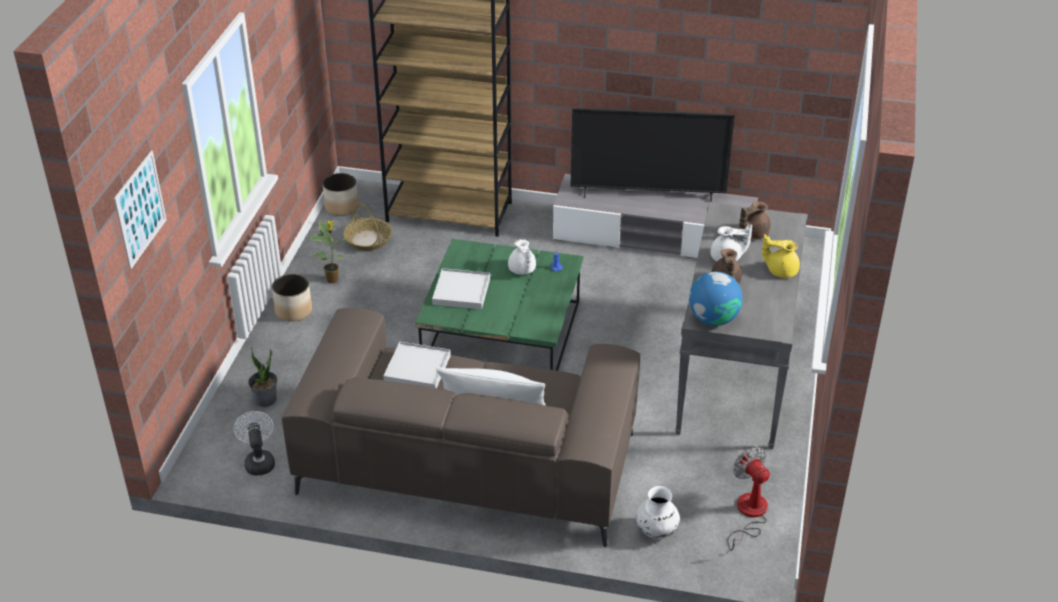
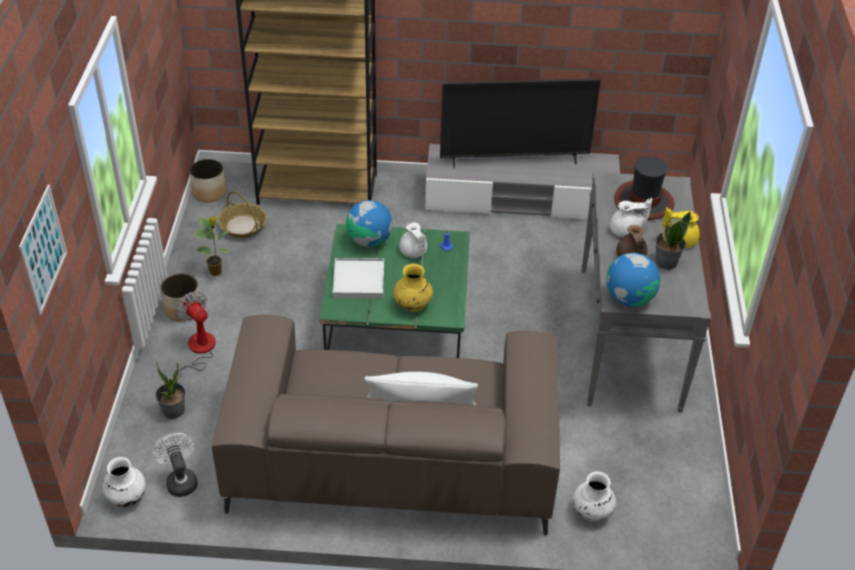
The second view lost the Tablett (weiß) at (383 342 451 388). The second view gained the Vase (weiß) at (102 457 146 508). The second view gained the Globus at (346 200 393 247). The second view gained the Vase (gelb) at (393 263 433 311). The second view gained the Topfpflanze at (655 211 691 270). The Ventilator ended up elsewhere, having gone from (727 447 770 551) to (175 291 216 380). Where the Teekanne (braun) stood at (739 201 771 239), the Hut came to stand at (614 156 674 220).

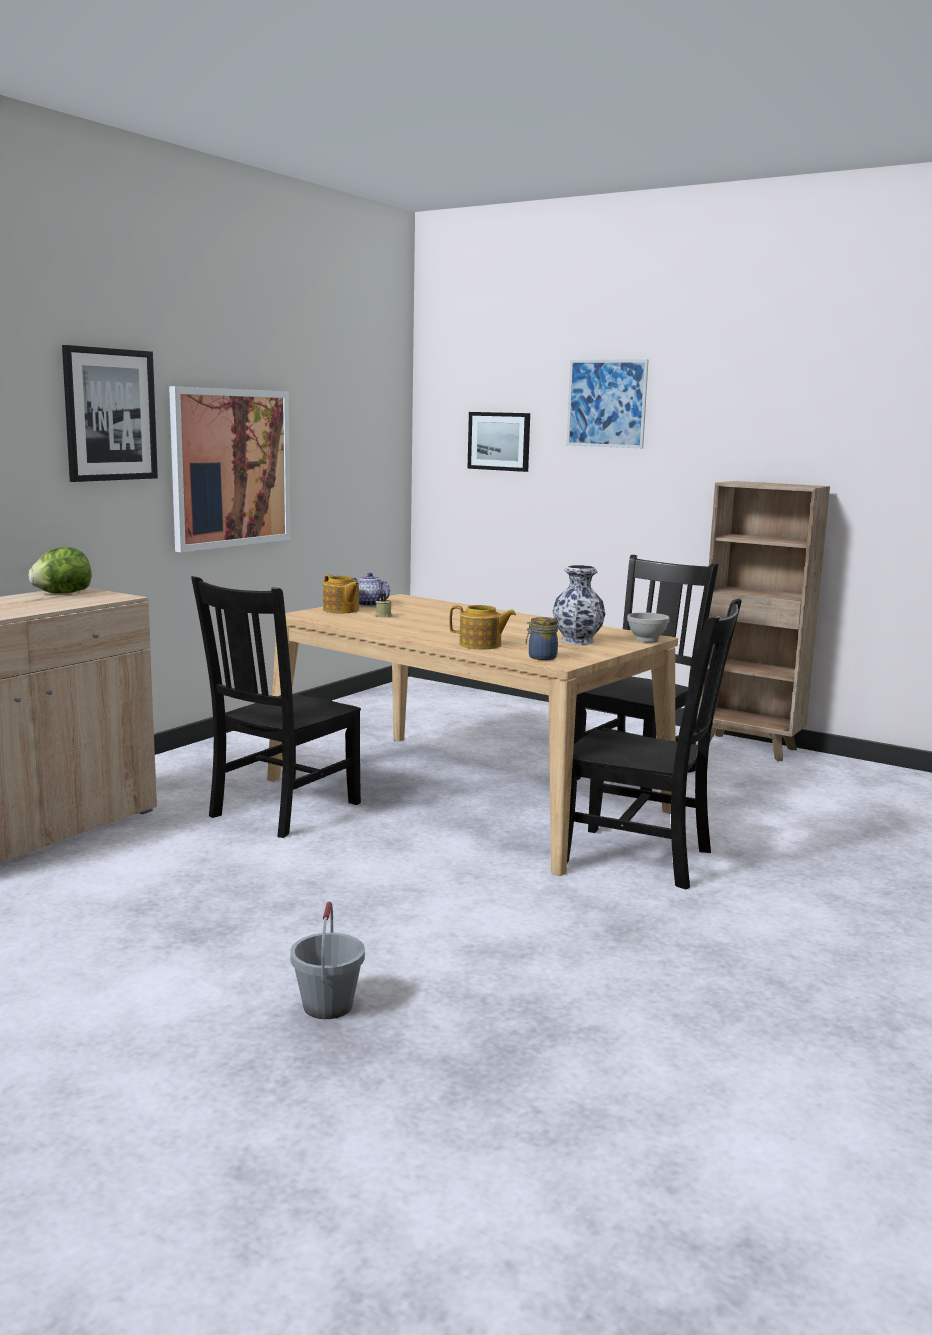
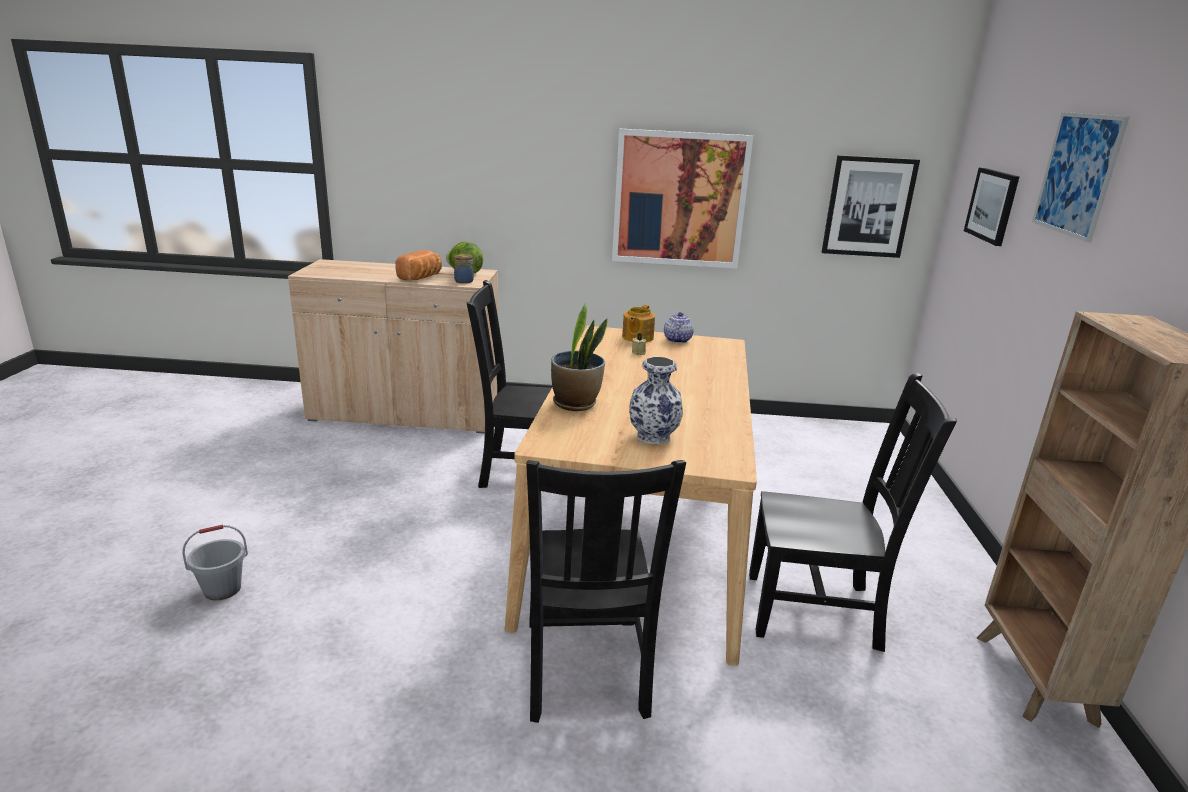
The second view lost the Schüssel (weiß) at (627 612 669 643). The second view gained the Brot at (395 250 442 280). The Bild ended up elsewhere, having gone from (62 345 158 482) to (822 155 920 258). The Vorratsglas ended up elsewhere, having gone from (526 617 558 660) to (454 254 474 284). Where the Teekanne stood at (449 605 516 649), the Topfpflanze came to stand at (551 303 608 411).

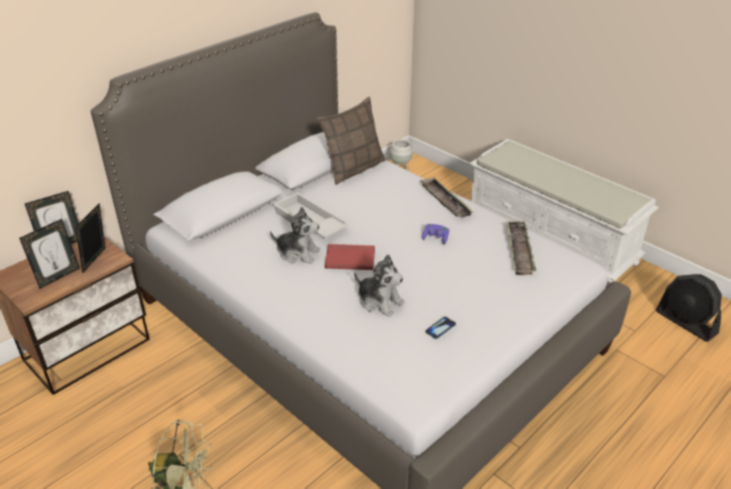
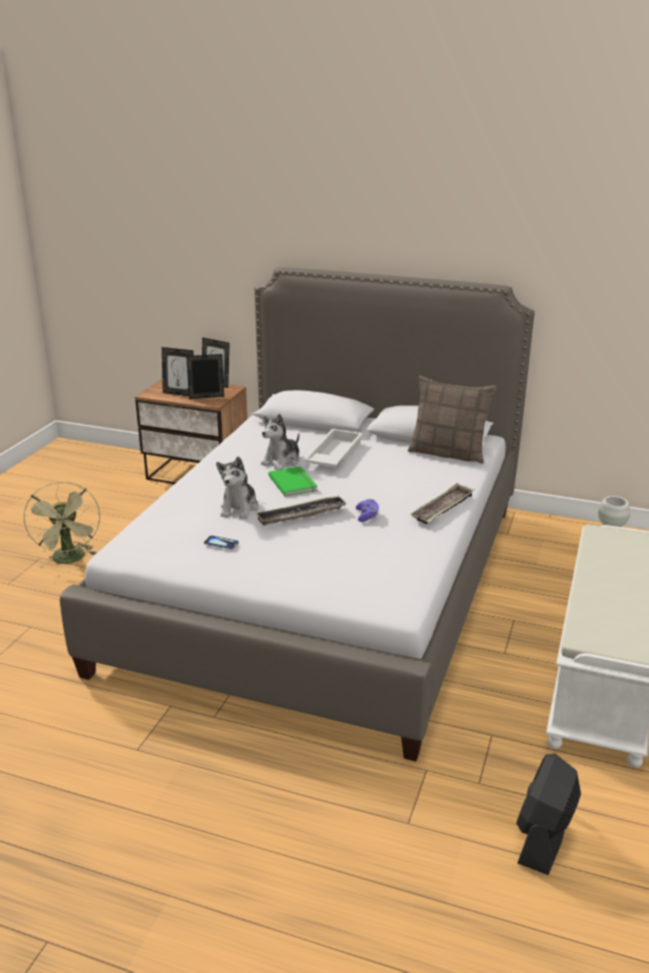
The Tablett ended up elsewhere, having gone from (506 221 536 275) to (256 495 347 526). What was the Buch (rot) at (325 244 375 270) turned into the Buch (grün) at (268 466 318 497). The Plüschtier at (270 207 320 264) ended up facing another way, 45 degrees clockwise from before.

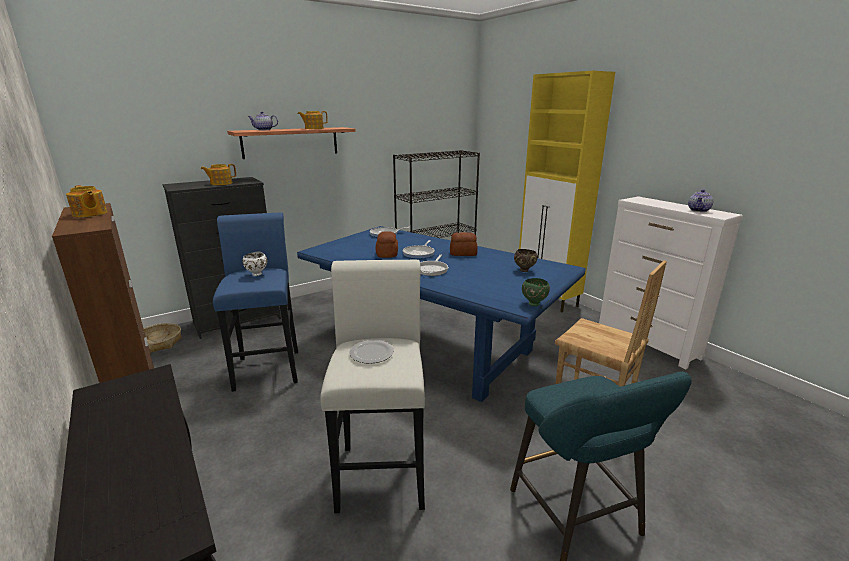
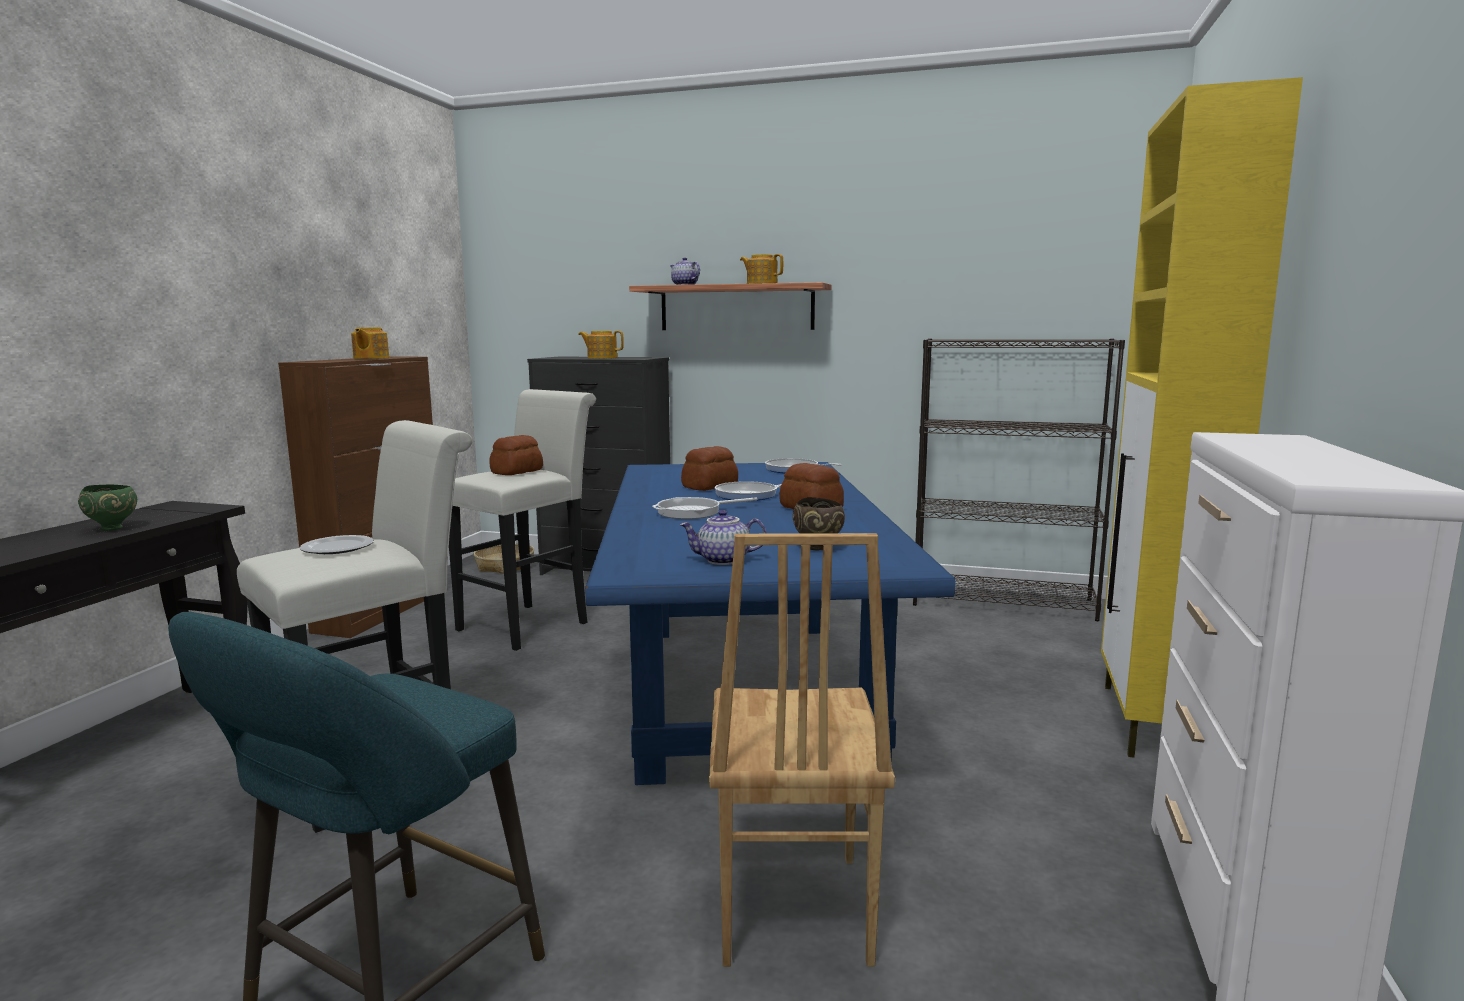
The Schüssel (grün) ended up elsewhere, having gone from (522 278 550 306) to (78 484 137 531). The Teekanne ended up elsewhere, having gone from (688 189 713 212) to (679 510 767 565). Where the Schüssel (weiß) stood at (242 252 267 276), the Brot came to stand at (489 435 543 475). What was the Hocker (blau) at (213 213 298 392) turned into the Hocker (weiß) at (449 389 596 651).

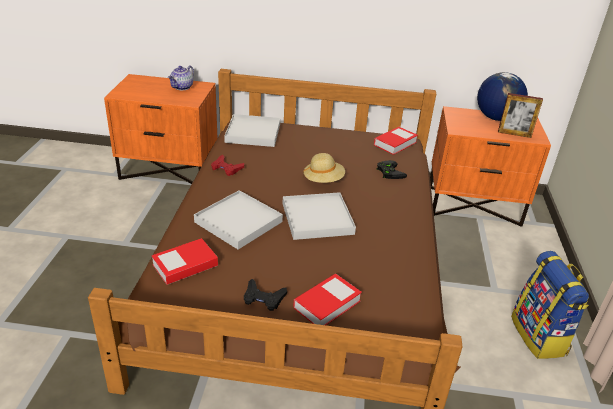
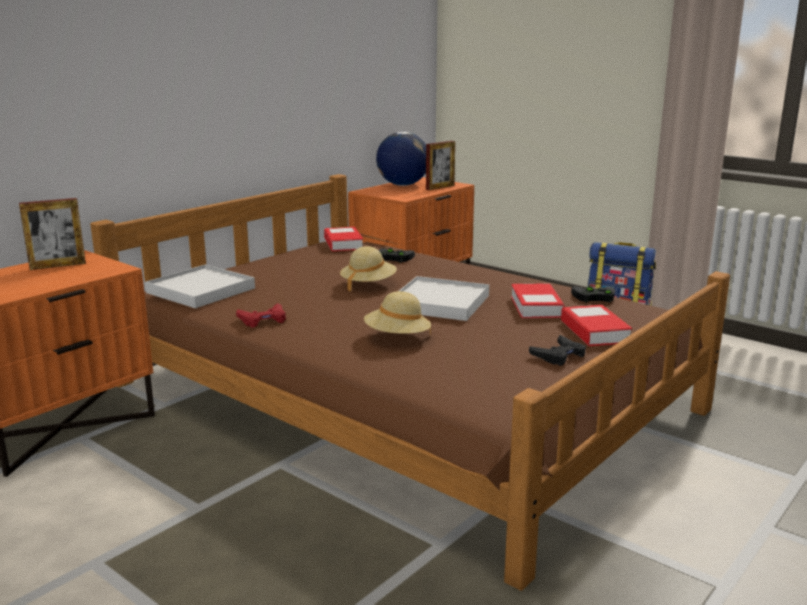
The second view gained the Gamepad (schwarz) at (571 286 615 303). The Buch ended up elsewhere, having gone from (152 238 218 285) to (511 283 564 318). Where the Teekanne stood at (168 65 194 90), the Bilderrahmen came to stand at (19 198 86 270). Where the Tablett (weiß) stood at (194 190 283 250), the Hut (beige) came to stand at (364 291 431 335).

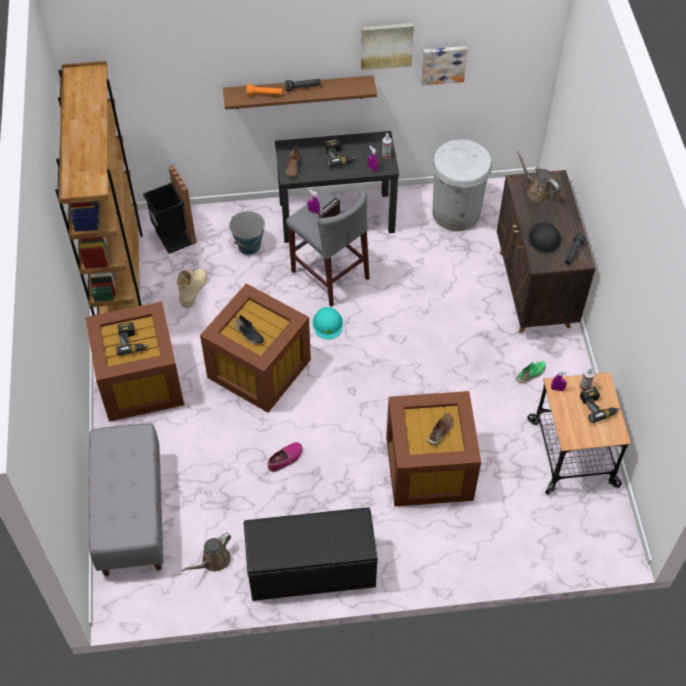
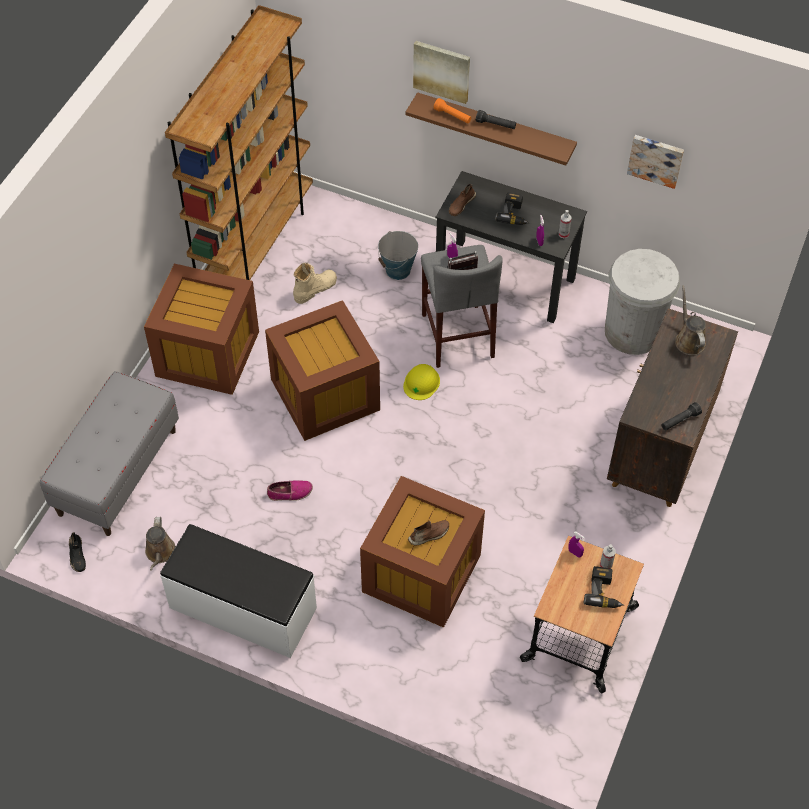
The second view lost the Bohrmaschine at (116 322 149 355). The second view lost the Mülleimer (schwarz) at (143 165 197 254). The second view lost the Schuh (grün) at (516 361 546 383). The second view lost the Schutzhelm (schwarz) at (528 222 561 254). The Schuh (schwarz) ended up elsewhere, having gone from (235 315 264 344) to (69 532 86 572). The Bild ended up elsewhere, having gone from (361 23 414 70) to (413 41 470 104). What was the Bank (schwarz) at (244 507 378 601) turned into the Bank (weiß) at (160 524 317 658). What was the Schutzhelm (türkis) at (312 307 343 339) turned into the Schutzhelm (gelb) at (403 364 440 400). The Gießkanne (braun) at (181 533 231 572) ended up facing another way, 75 degrees counterclockwise from before.

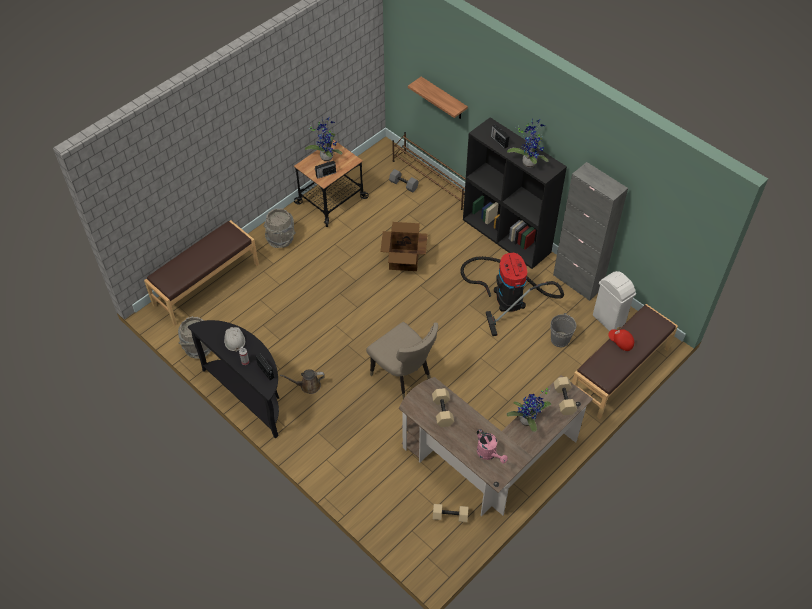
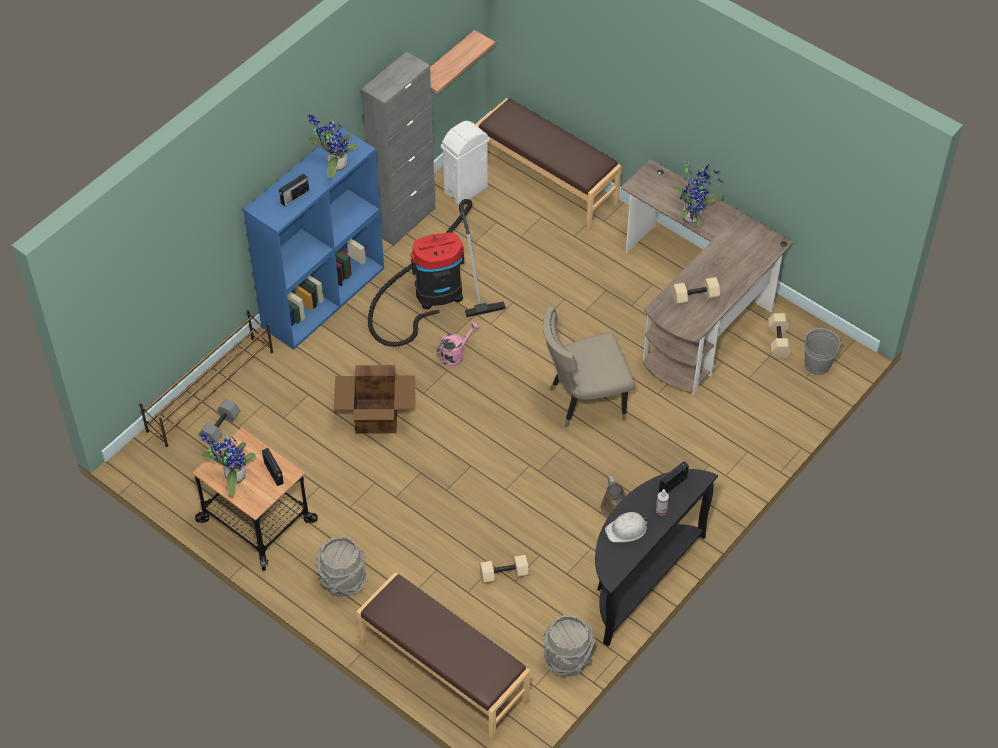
The second view lost the Kappe (rot) at (608 329 634 351). The Wandregal ended up elsewhere, having gone from (408 77 468 119) to (430 30 495 94). The Gießkanne (rosa) ended up elsewhere, having gone from (477 429 508 463) to (437 321 479 367). The Eimer (grau) ended up elsewhere, having gone from (550 313 576 347) to (802 328 843 375). The Hantel (beige) ended up elsewhere, having gone from (553 377 577 415) to (479 555 529 584). What was the Bücherregal (schwarz) at (463 117 567 269) turned into the Bücherregal (blau) at (243 127 384 350). The Stuhl (beige) at (366 322 438 399) ended up facing another way, 150 degrees counterclockwise from before.

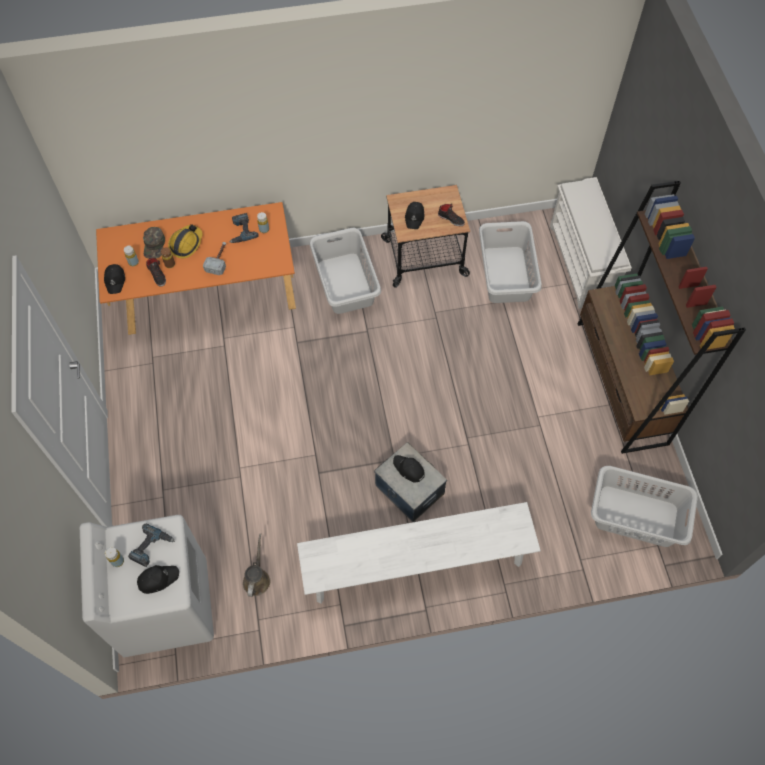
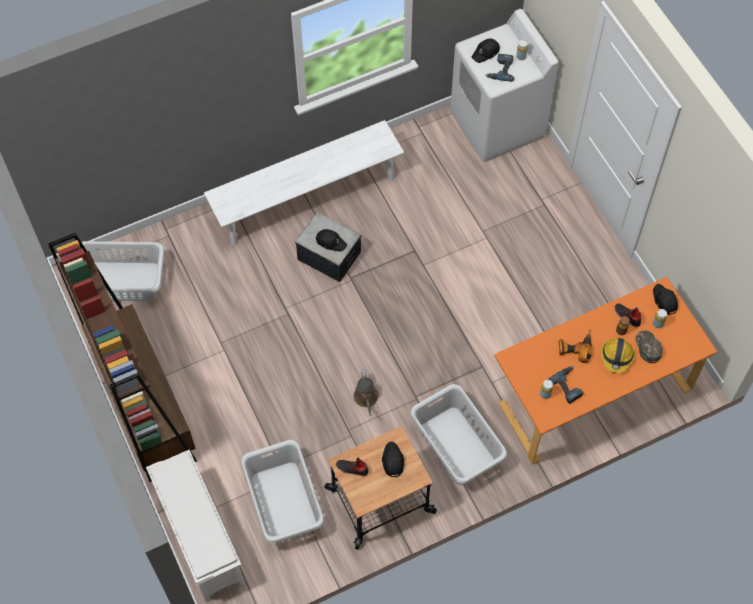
The Gießkanne (braun) ended up elsewhere, having gone from (243 533 270 597) to (353 369 379 416). Where the Hammer stood at (203 242 226 275), the Bohrmaschine came to stand at (559 330 592 363).

